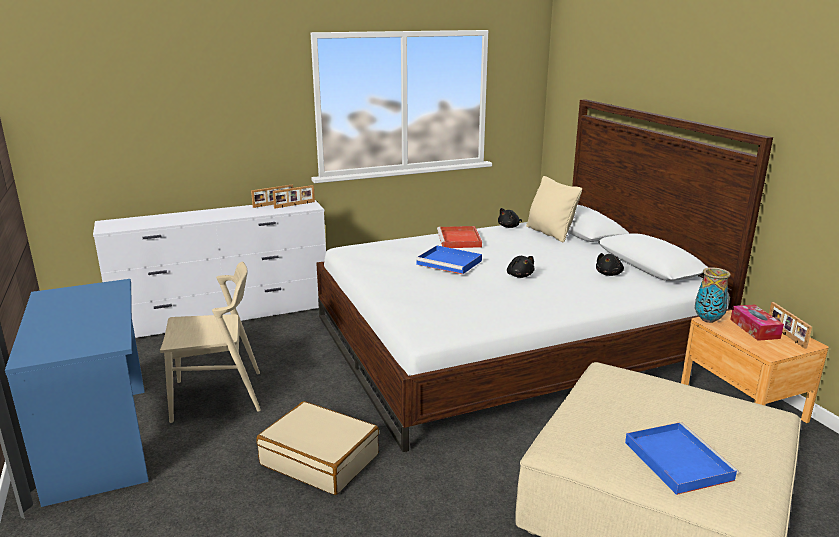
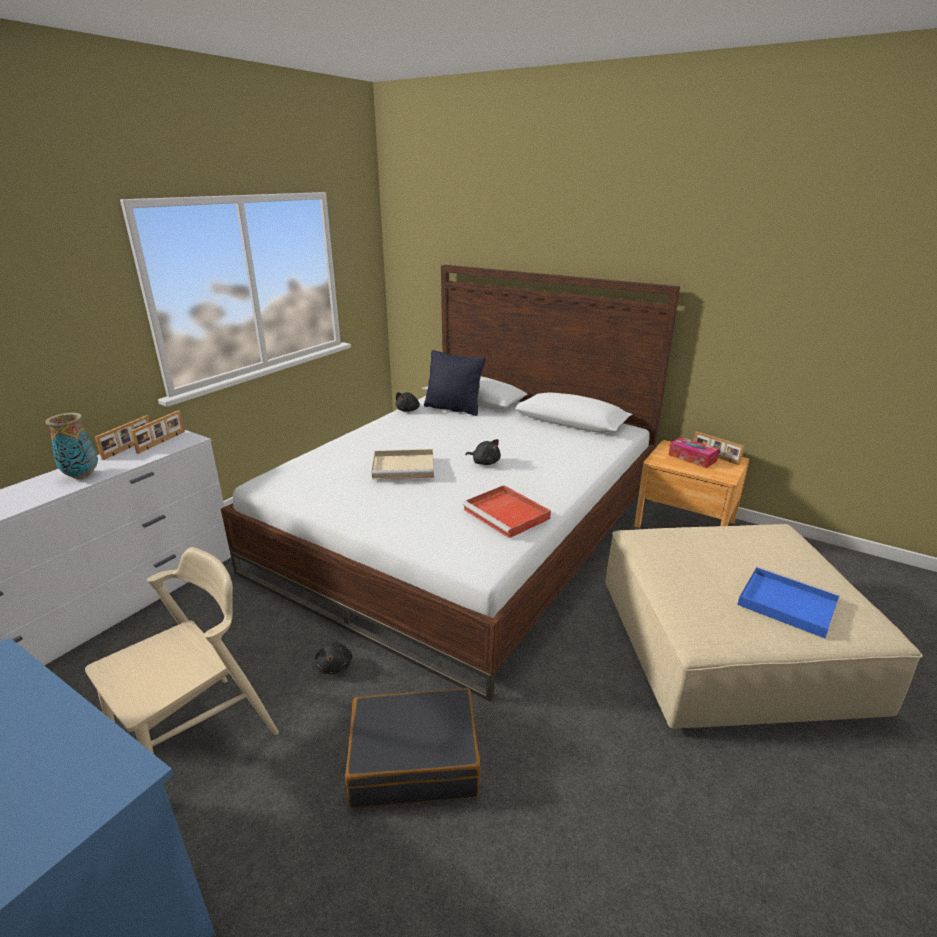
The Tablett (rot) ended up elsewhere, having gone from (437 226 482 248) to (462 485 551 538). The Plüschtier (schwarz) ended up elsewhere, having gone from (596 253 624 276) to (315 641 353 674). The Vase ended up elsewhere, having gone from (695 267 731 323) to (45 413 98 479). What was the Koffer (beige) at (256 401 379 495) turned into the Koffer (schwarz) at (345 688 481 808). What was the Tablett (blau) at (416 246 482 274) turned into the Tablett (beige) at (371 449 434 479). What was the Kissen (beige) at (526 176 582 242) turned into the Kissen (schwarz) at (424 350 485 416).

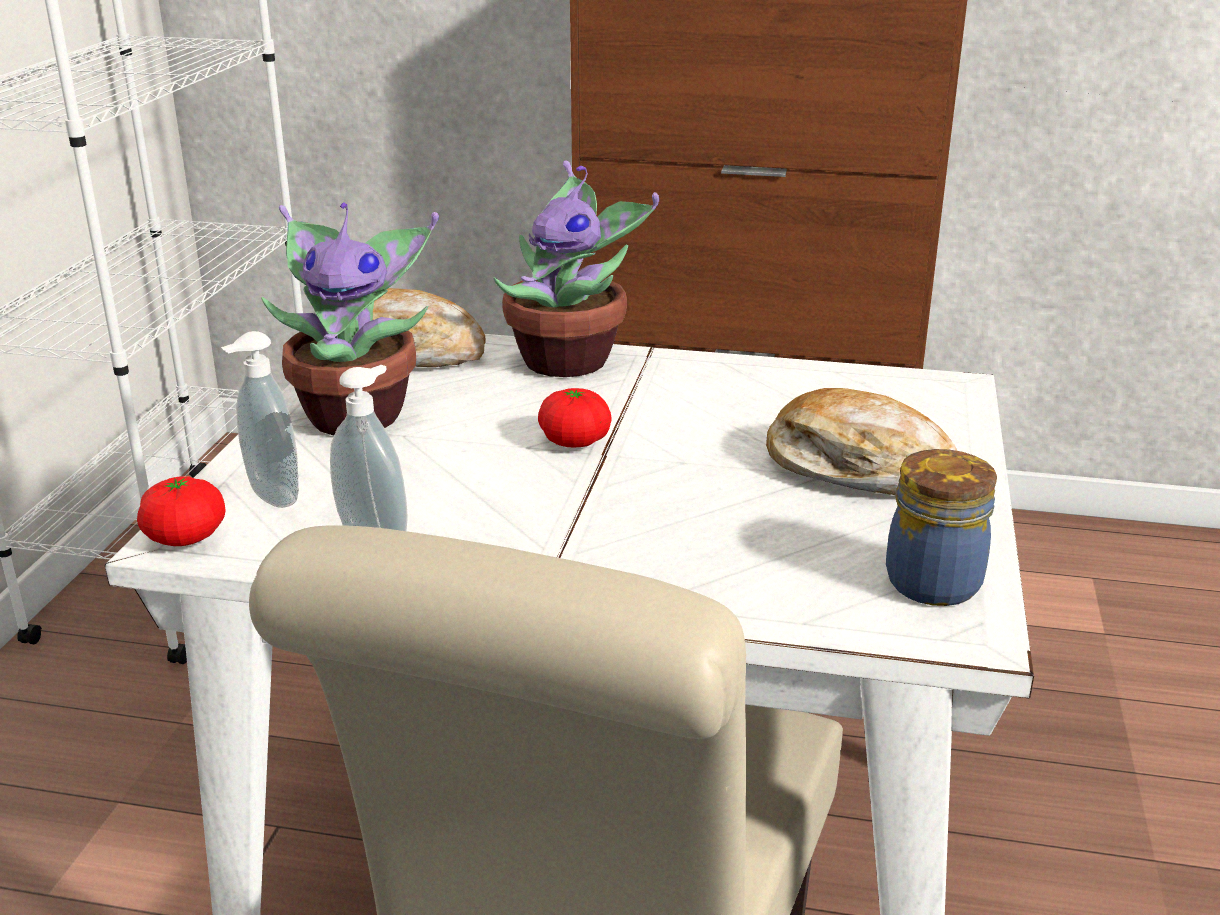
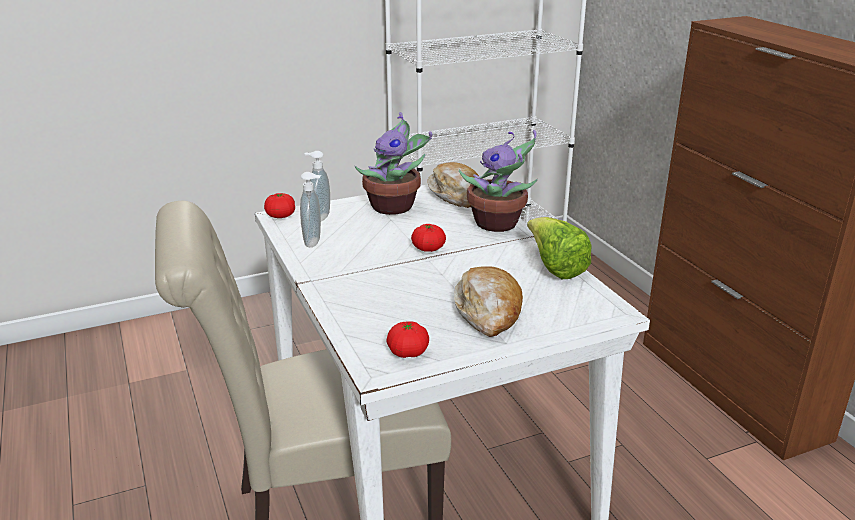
The second view gained the Salatkopf at (527 217 592 279). Where the Vorratsglas stood at (886 449 997 606), the Tomate came to stand at (387 321 429 358).

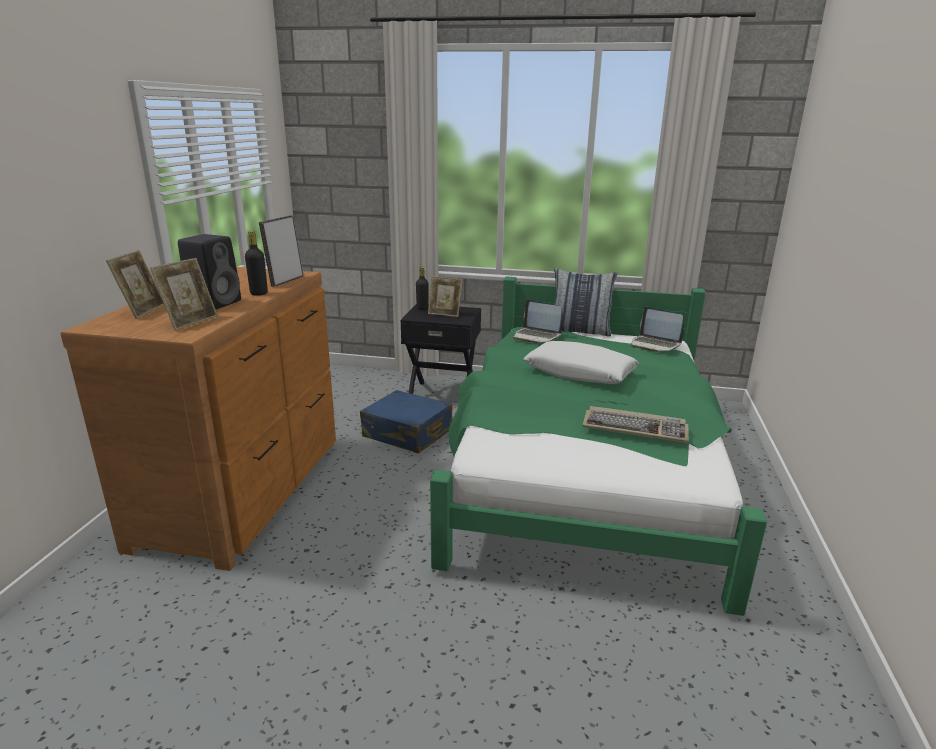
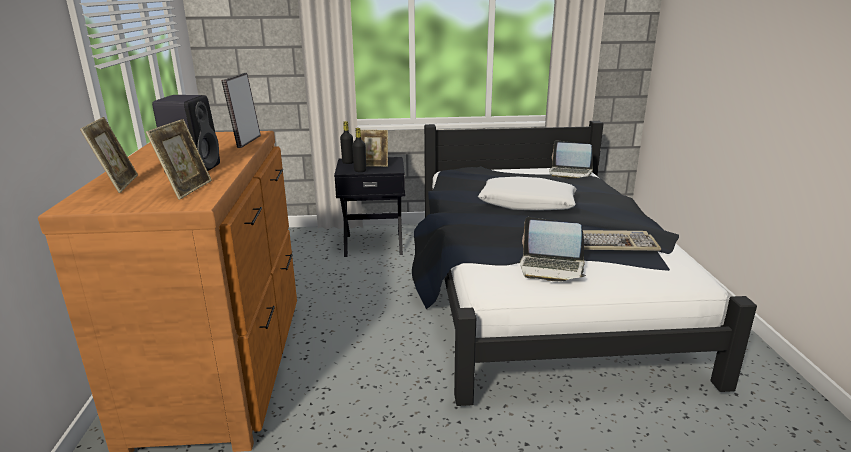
The second view lost the Koffer (blau) at (360 390 452 453). The second view lost the Kissen at (554 268 618 337). The Flasche (schwarz) ended up elsewhere, having gone from (245 231 268 296) to (352 128 366 172). The Laptop ended up elsewhere, having gone from (513 299 563 343) to (520 217 586 281). What was the Bett (grün) at (430 277 767 616) turned into the Bett (schwarz) at (412 121 757 406).

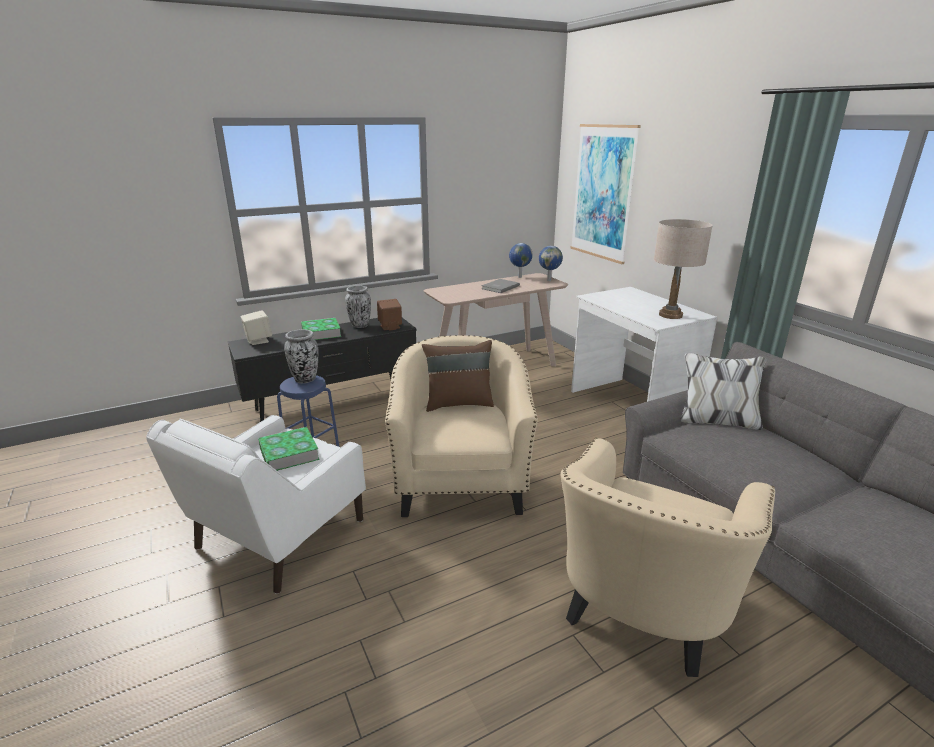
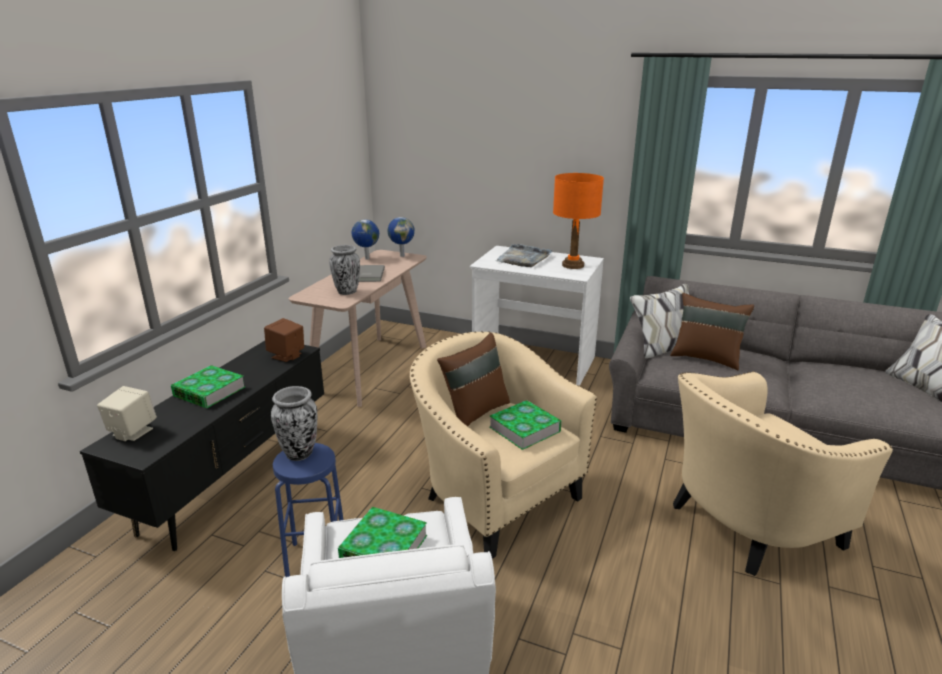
The second view lost the Bild at (570 124 641 264). The second view gained the Buch at (490 400 562 450). The second view gained the Tablett (grau) at (496 244 552 267). The second view gained the Kissen (braun) at (670 293 754 370). The Vase ended up elsewhere, having gone from (345 286 371 328) to (329 245 360 295). What was the Tischlampe (beige) at (654 219 713 319) turned into the Tischlampe (orange) at (553 173 604 269). The Sessel (beige) at (561 438 775 677) ended up facing another way, 75 degrees clockwise from before.

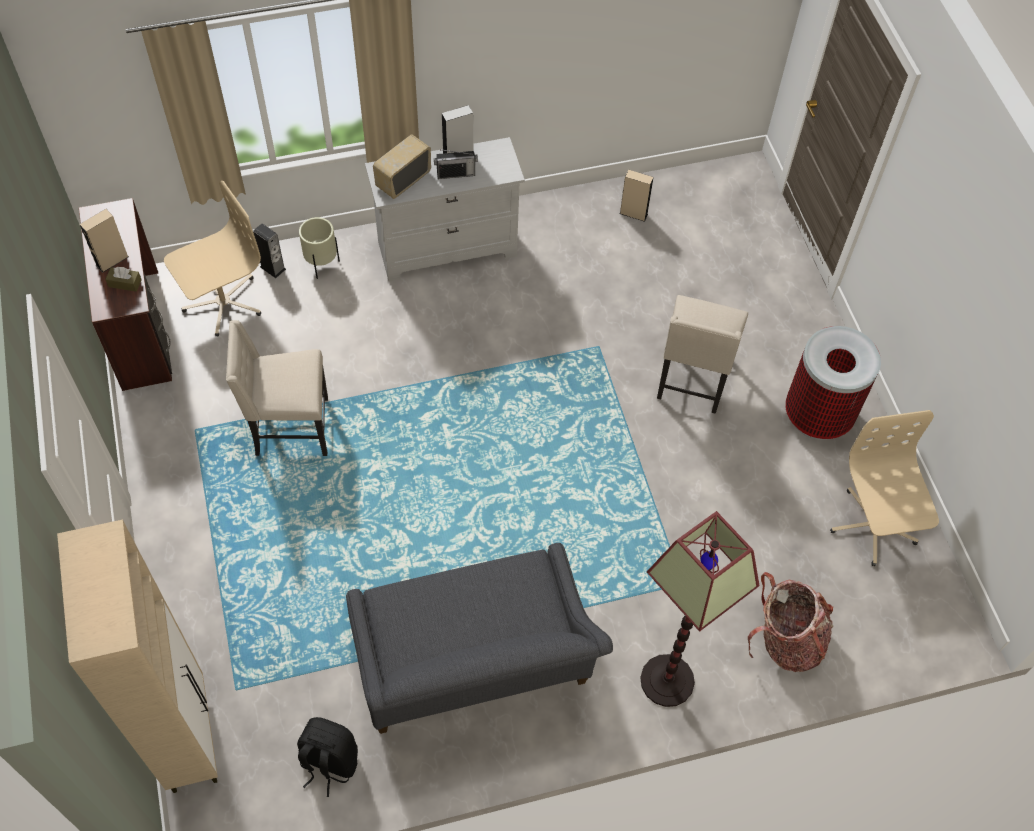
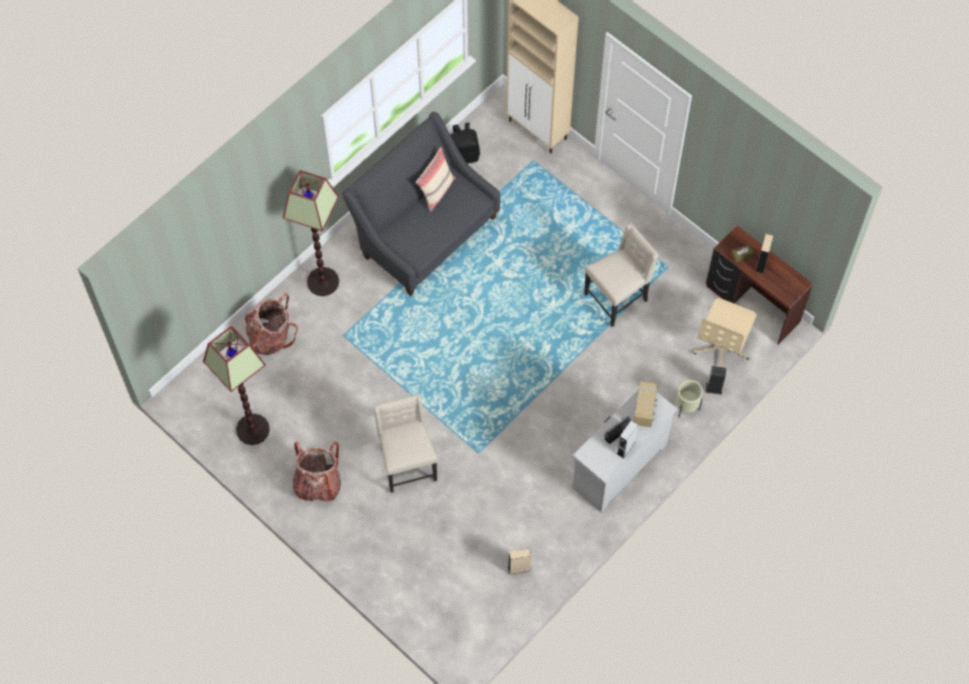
The second view gained the Kissen (beige) at (416 147 456 212). Where the Mülleimer stood at (785 326 881 440), the Rucksack came to stand at (293 441 341 502). Where the Bürostuhl (beige) stood at (830 410 939 566), the Stehlampe came to stand at (203 325 270 445).

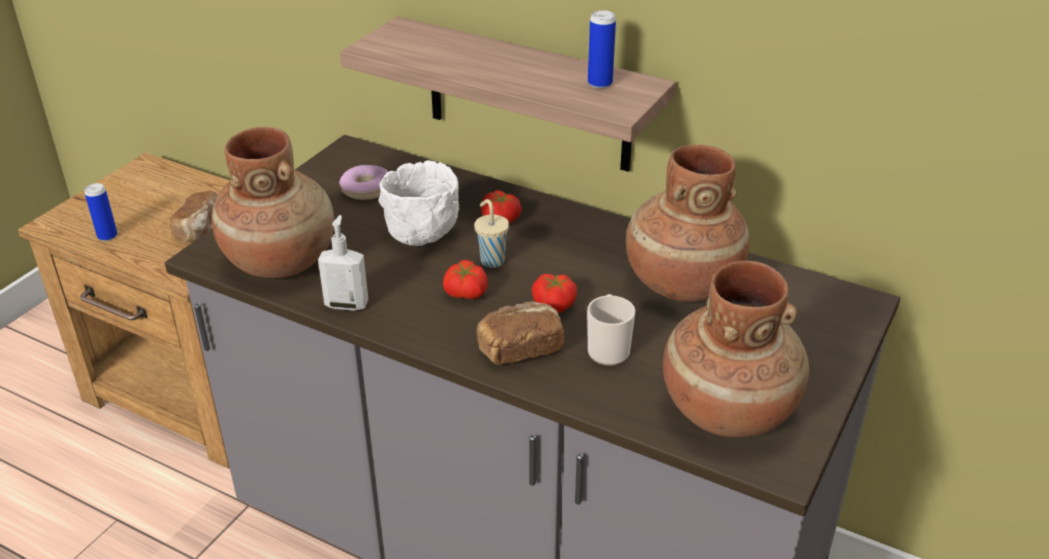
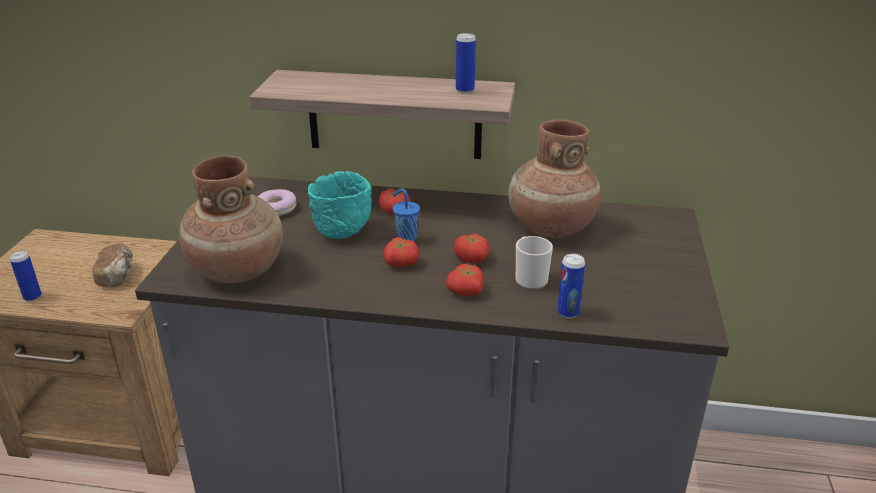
The second view lost the Seifenspender at (318 215 368 311). The second view lost the Vase (braun) at (663 261 809 437). The second view gained the Dose at (557 253 585 318). Where the Brot stood at (476 301 564 365), the Tomate came to stand at (446 263 484 296). What was the Schüssel (weiß) at (378 160 460 246) turned into the Schüssel (türkis) at (308 171 372 239). What was the Tasse (beige) at (474 199 509 268) turned into the Tasse (blau) at (393 189 420 242).

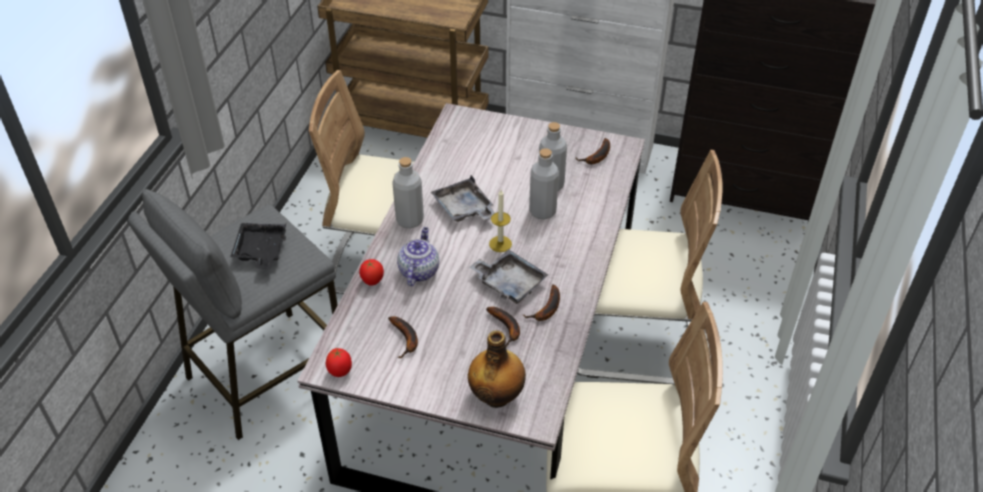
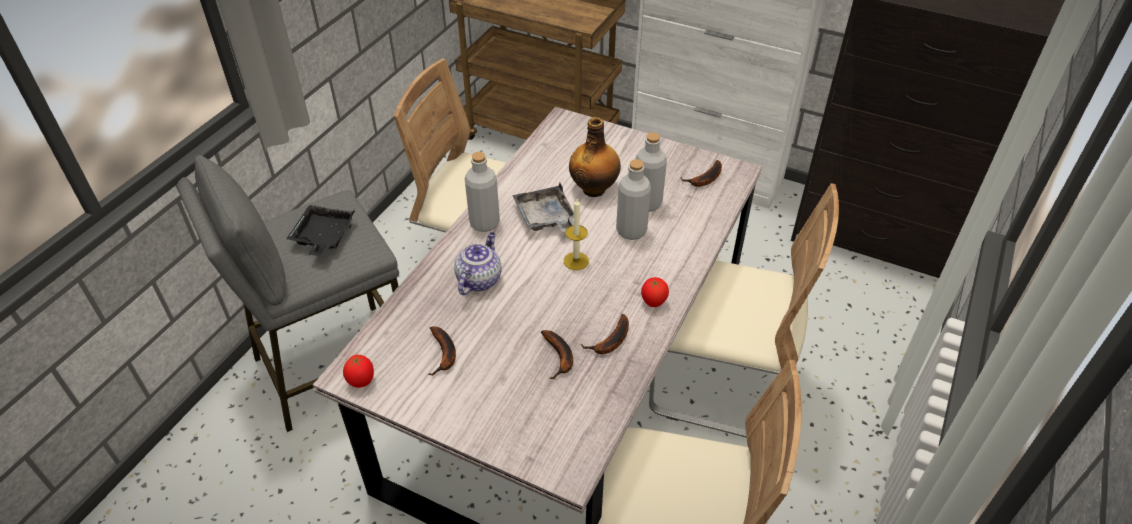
The second view lost the Tablett (grau) at (469 249 548 304). The Tomate ended up elsewhere, having gone from (359 259 384 286) to (641 277 669 307). The Flasche ended up elsewhere, having gone from (468 330 526 408) to (569 117 621 197).

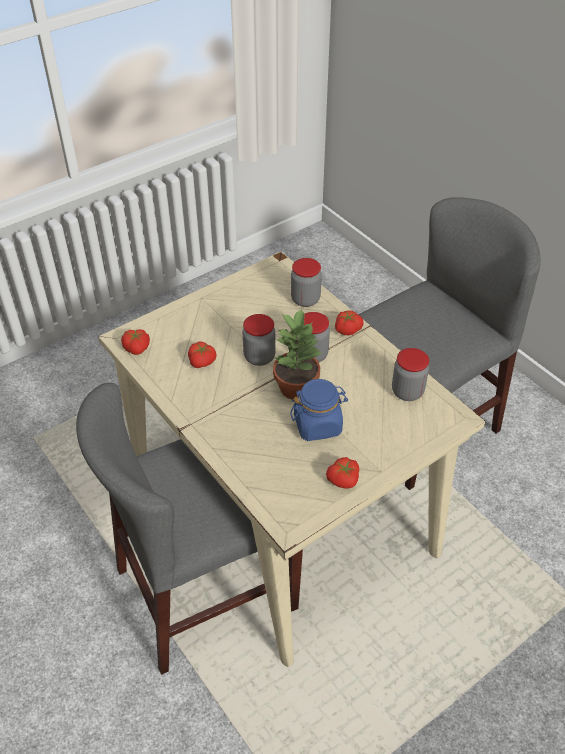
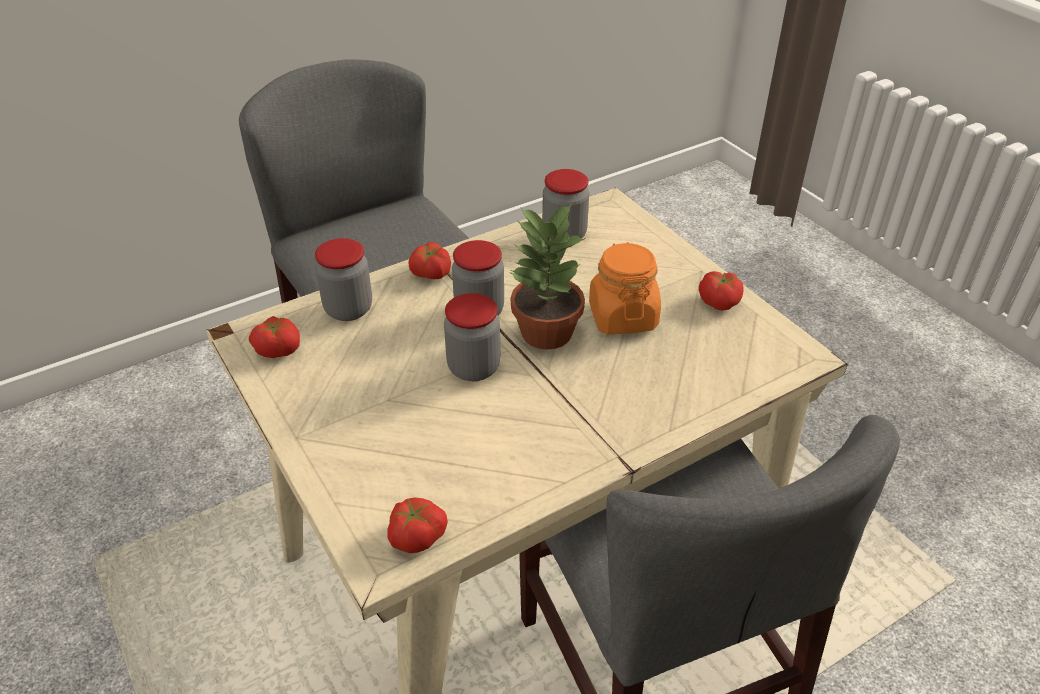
The Tomate ended up elsewhere, having gone from (188 341 217 368) to (249 316 300 358). What was the Vorratsglas (blau) at (290 379 348 441) turned into the Vorratsglas (orange) at (589 242 661 334).

